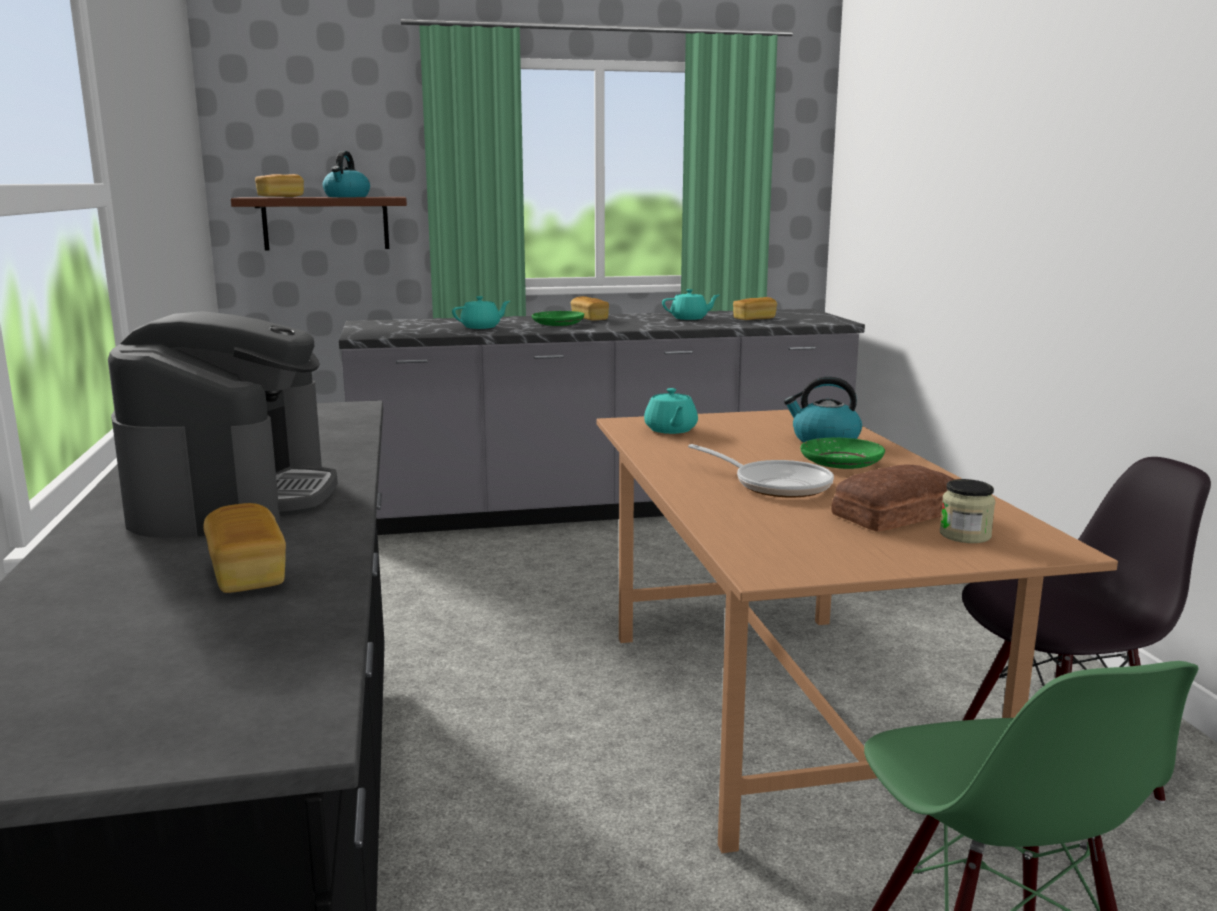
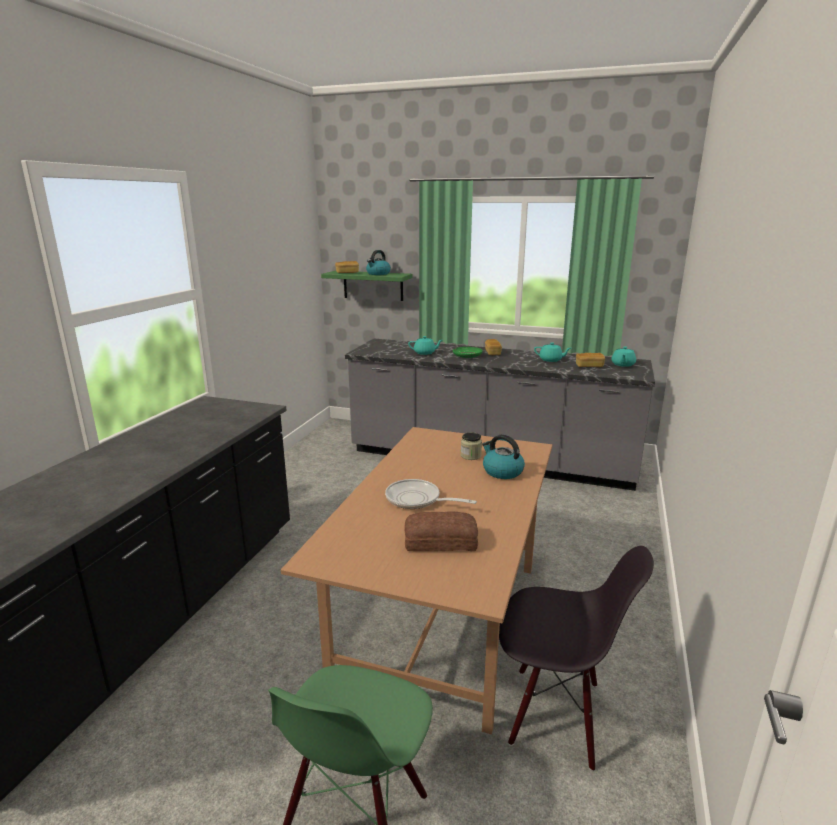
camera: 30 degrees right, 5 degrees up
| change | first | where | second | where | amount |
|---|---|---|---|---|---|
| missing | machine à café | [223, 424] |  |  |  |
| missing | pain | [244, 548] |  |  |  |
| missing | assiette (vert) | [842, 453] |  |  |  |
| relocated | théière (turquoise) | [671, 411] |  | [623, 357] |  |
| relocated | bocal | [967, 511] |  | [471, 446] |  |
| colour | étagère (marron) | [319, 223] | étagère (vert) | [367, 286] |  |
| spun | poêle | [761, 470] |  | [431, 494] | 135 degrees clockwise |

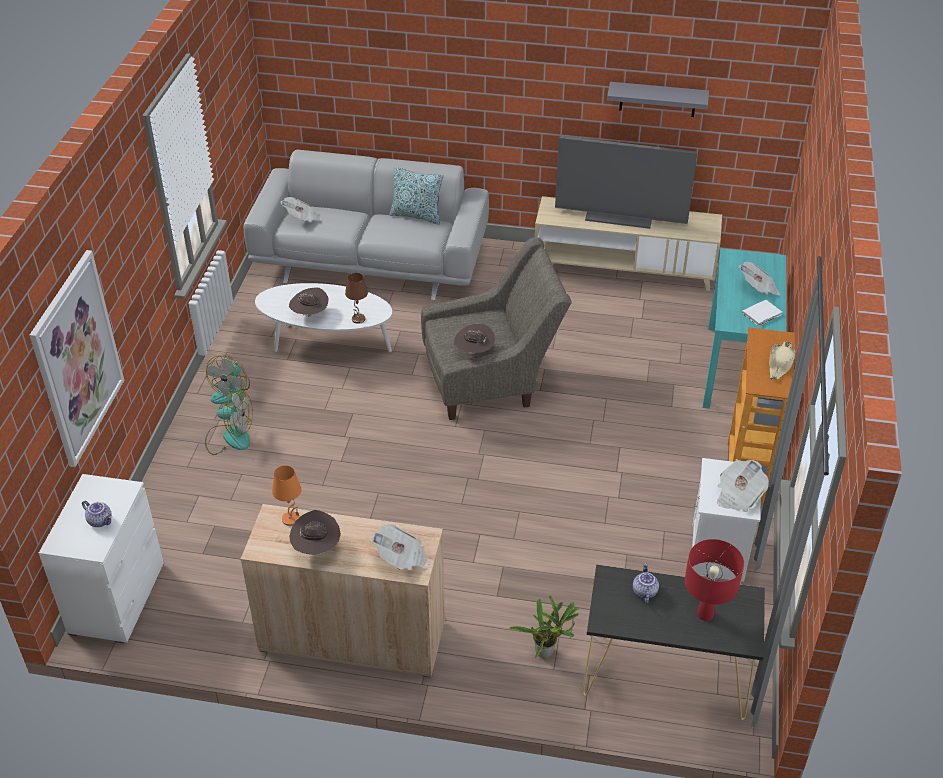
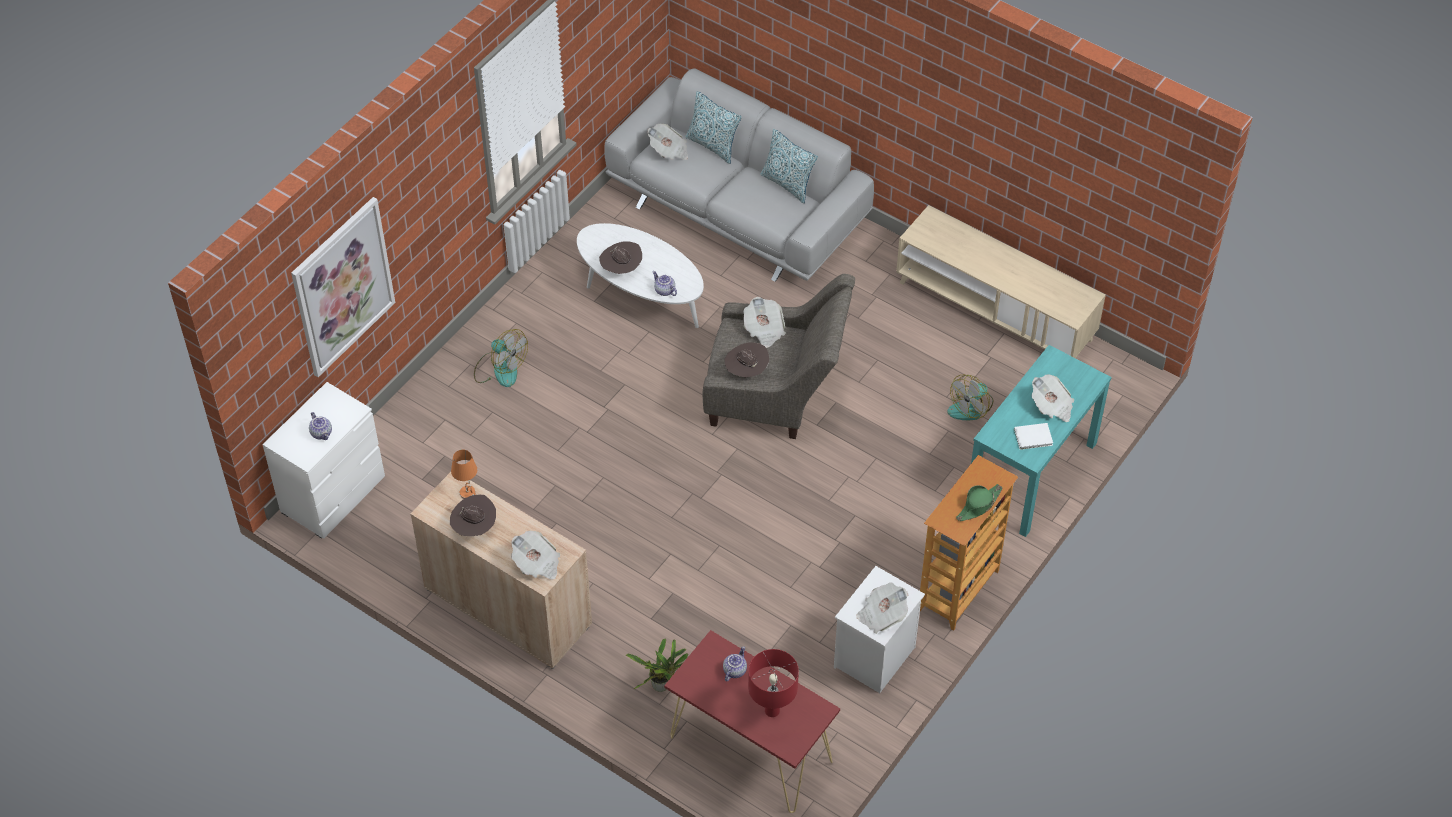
camera: 25 degrees right, 10 degrees up
| change | first | where | second | where | amount |
|---|---|---|---|---|---|
| missing | téléviseur | [626, 182] |  |  |  |
| missing | étagère (gris) | [658, 99] |  |  |  |
| appeared |  |  | coussin | [713, 127] |  |
| appeared |  |  | journal | [764, 322] |  |
| relocated | ventilateur | [228, 380] |  | [970, 397] |  |
| exchanged | lampe de table (marron) | [356, 298] | théière | [665, 283] |  |
| colour | table console (noir) | [673, 642] | table console (rouge) | [752, 721] |  |
| colour | chapeau (beige) | [782, 360] | chapeau (vert) | [979, 502] |  |

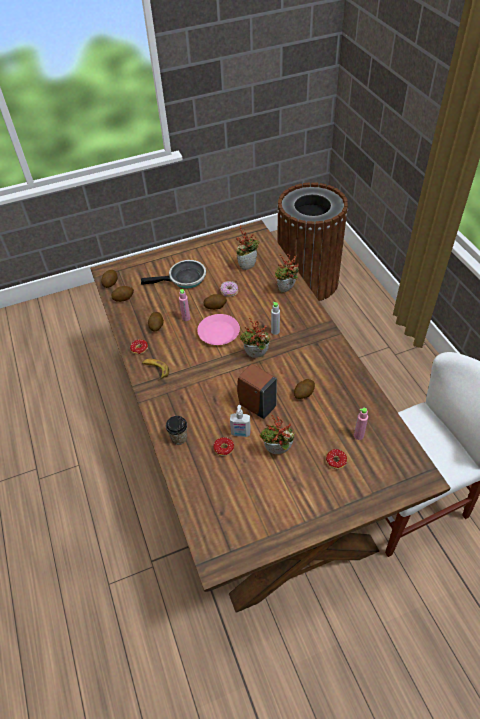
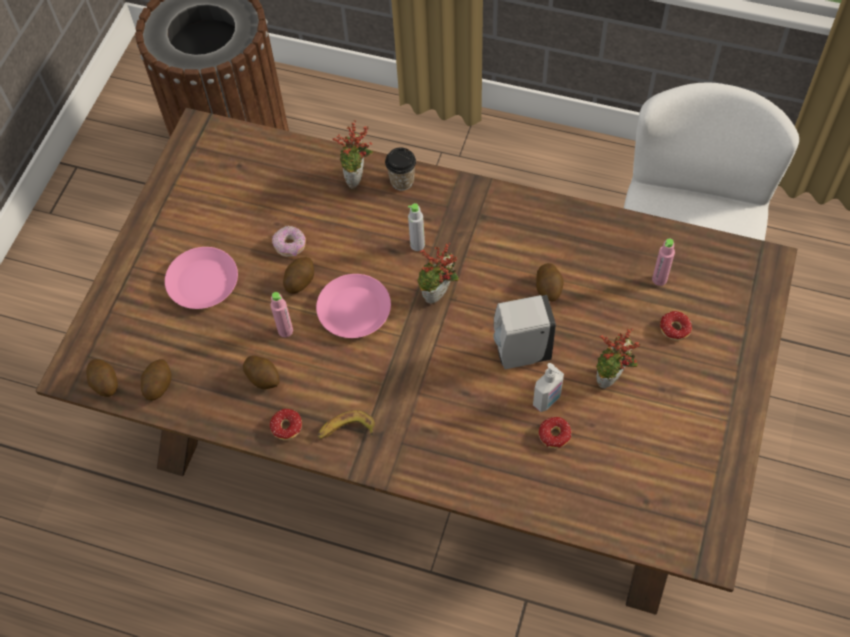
camera: 50 degrees left, 10 degrees up
| change | first | where | second | where | amount |
|---|---|---|---|---|---|
| missing | plante en pot | [247, 248] |  |  |  |
| relocated | tasse | [176, 430] |  | [400, 169] |  |
| exchanged | poêle | [173, 274] | assiette (rose) | [201, 278] |  |
| colour | distributeur de savon (marron) | [257, 391] | distributeur de savon (blanc) | [524, 332] |  |

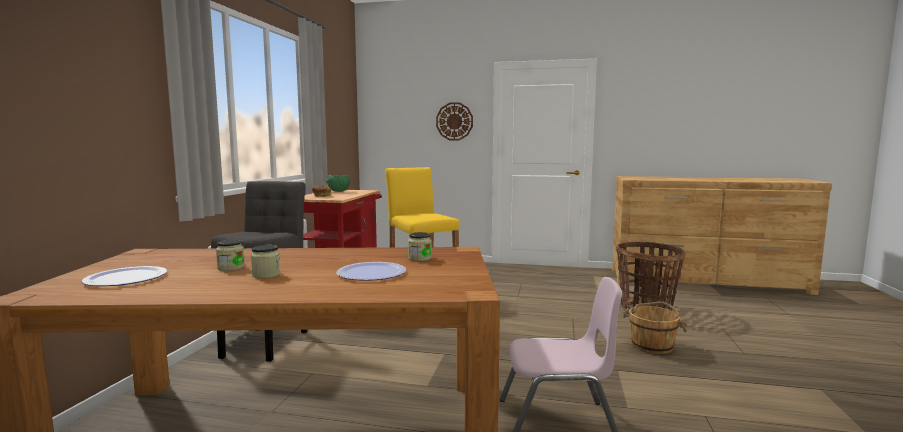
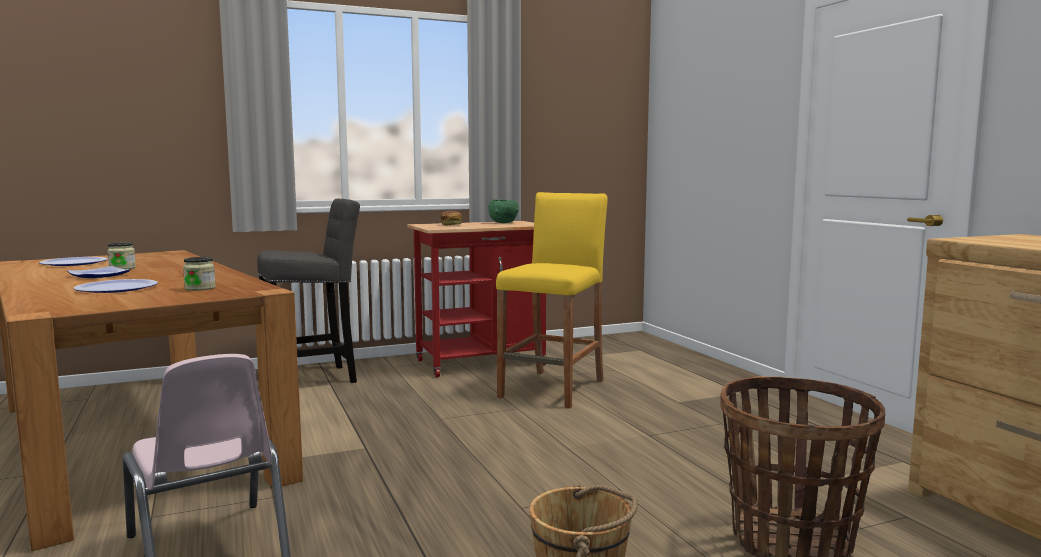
camera: 55 degrees right, 0 degrees up
| change | first | where | second | where | amount |
|---|---|---|---|---|---|
| missing | horloge murale | [454, 121] |  |  |  |
| exchanged | bocal | [266, 262] | assiette | [98, 272] |  |

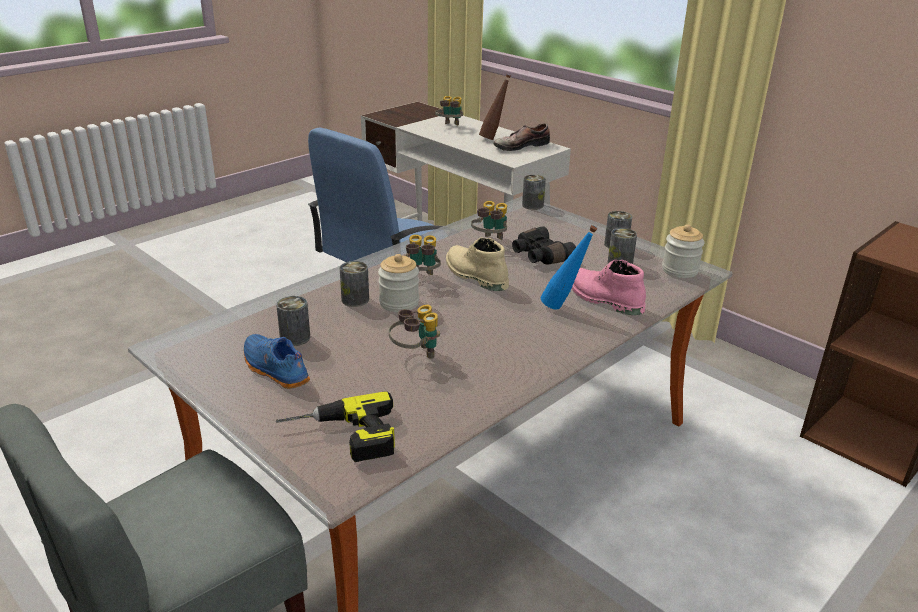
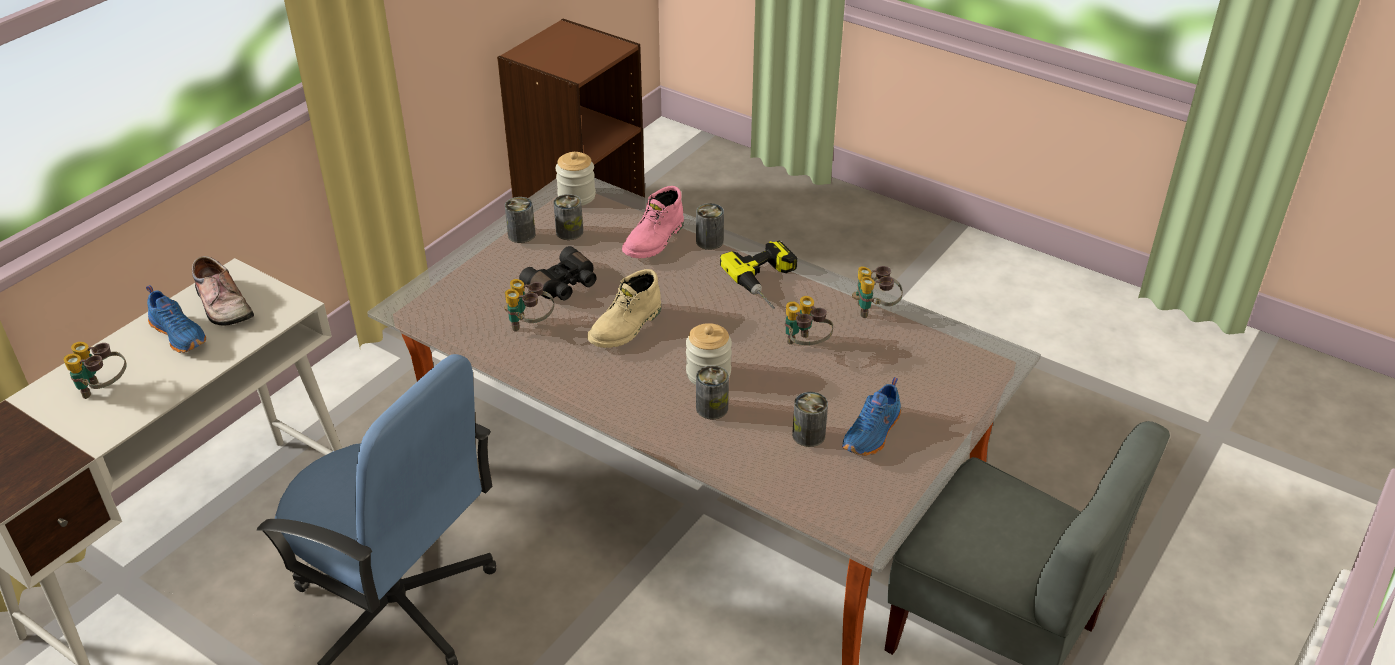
camera: 100 degrees left, 10 degrees up
| change | first | where | second | where | amount |
|---|---|---|---|---|---|
| missing | bouteille (bleu) | [569, 267] |  |  |  |
| relocated | perceuse | [335, 426] |  | [758, 275] |  |
| relocated | jumelles | [423, 254] |  | [877, 292] |  |
| relocated | boîte métallique | [534, 192] |  | [710, 226] |  |
| exchanged | bouteille (marron) | [495, 107] | chaussure (bleu) | [176, 319] |  |

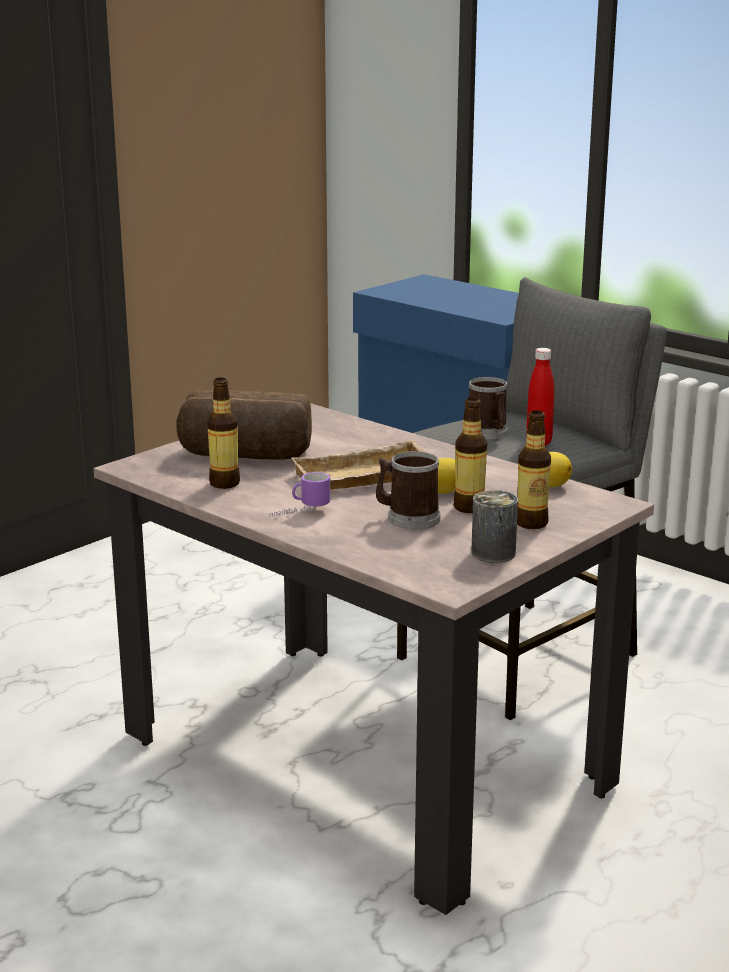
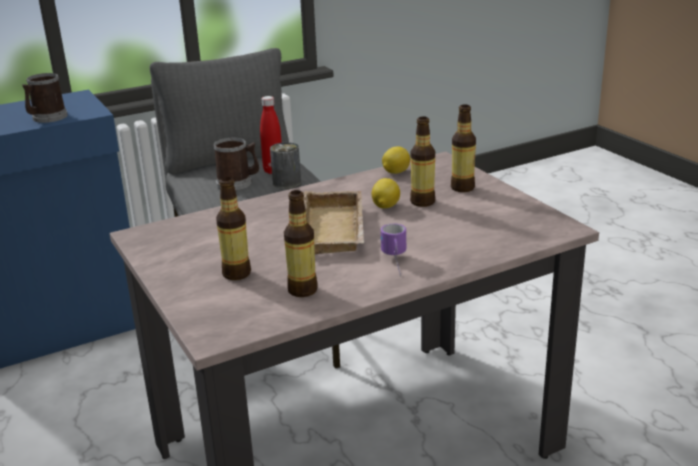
camera: 70 degrees left, 5 degrees up
| change | first | where | second | where | amount |
|---|---|---|---|---|---|
| relocated | mug | [408, 490] |  | [45, 98] |  |
| relocated | boîte métallique | [494, 526] |  | [285, 165] |  |
| exchanged | pain | [244, 424] | bouteille | [233, 228] |  |

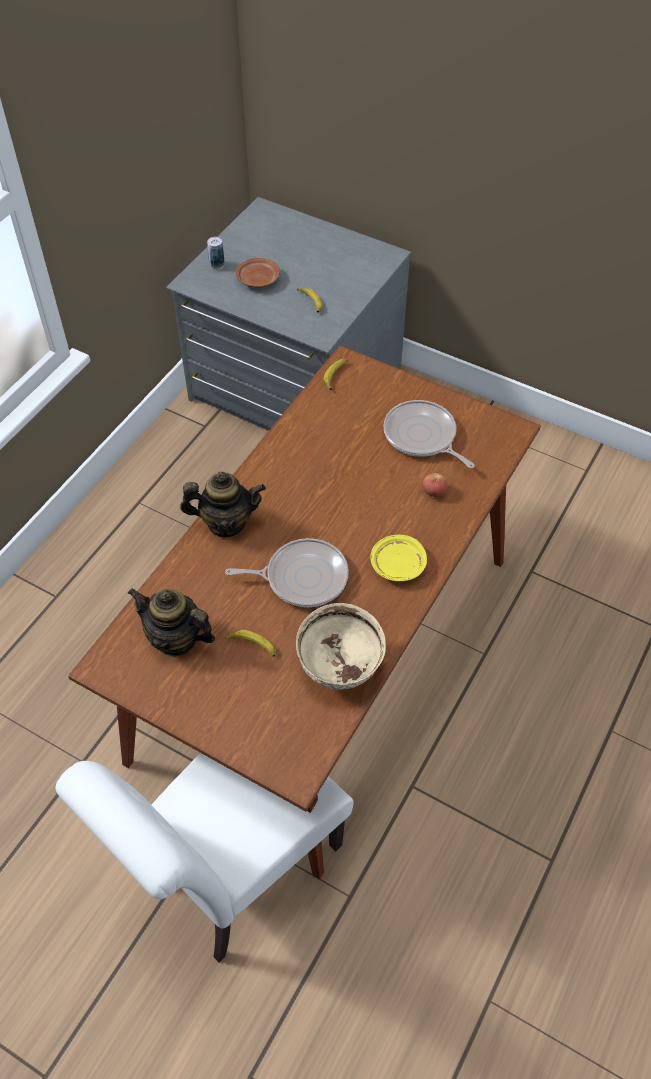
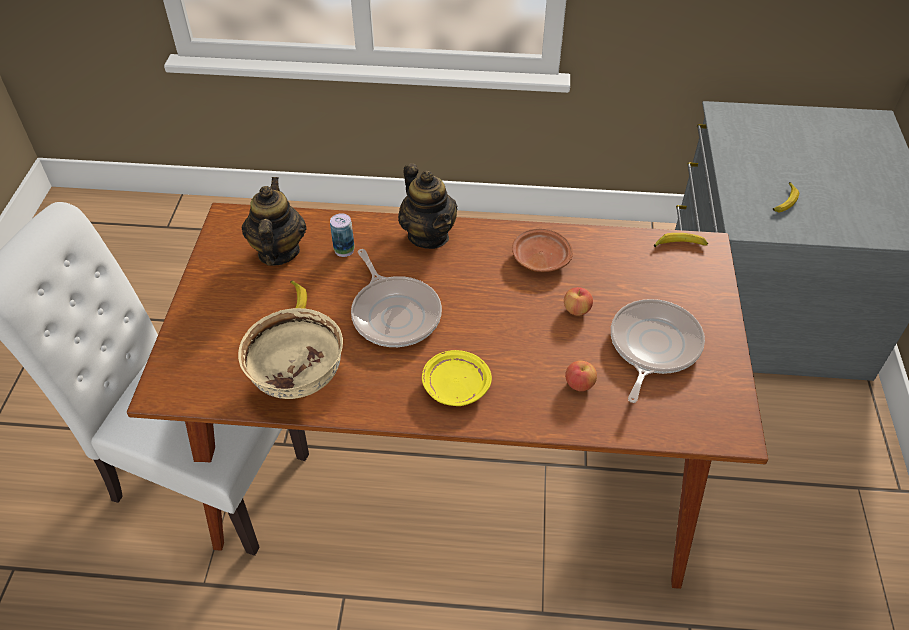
camera: 65 degrees right, 5 degrees down
| change | first | where | second | where | amount |
|---|---|---|---|---|---|
| appeared |  |  | pomme | [578, 301] |  |
| relocated | boîte métallique | [216, 253] |  | [342, 235] |  |
| relocated | assiette (marron) | [258, 273] |  | [542, 250] |  |

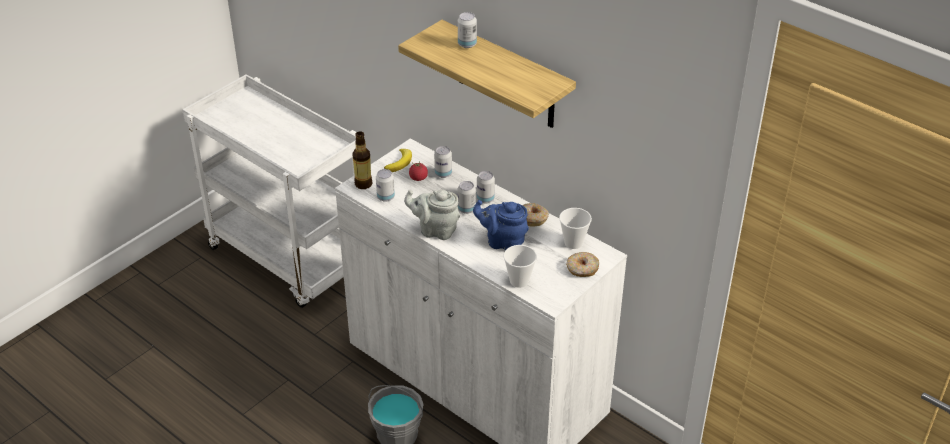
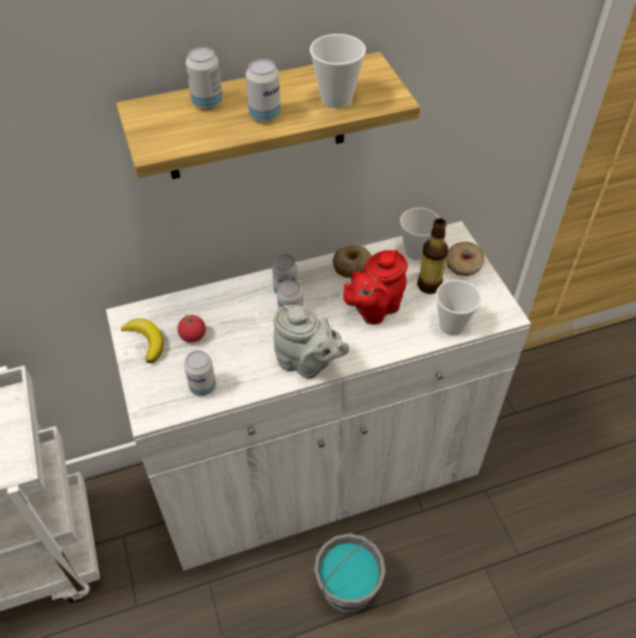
camera: 60 degrees left, 10 degrees up
| change | first | where | second | where | amount |
|---|---|---|---|---|---|
| appeared |  |  | tasse | [338, 71] |  |
| relocated | bouteille | [362, 160] |  | [432, 256] |  |
| relocated | boîte métallique | [443, 162] |  | [263, 90] |  |
| colour | théière (bleu) | [501, 225] | théière (rouge) | [376, 287] |  |
| spun | théière (gris) | [432, 215] |  | [311, 341] | 105 degrees counterclockwise |

